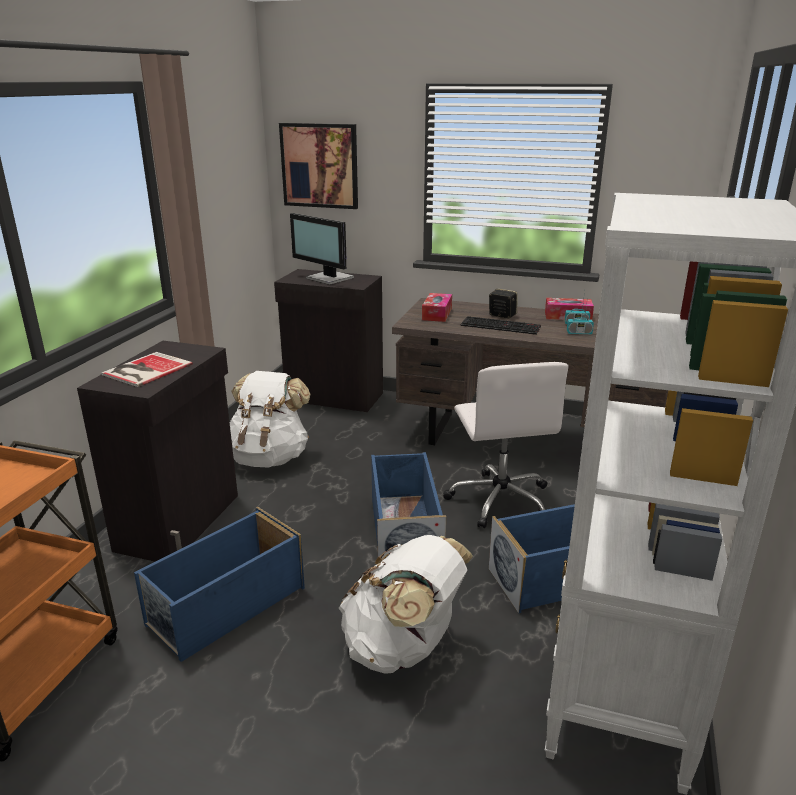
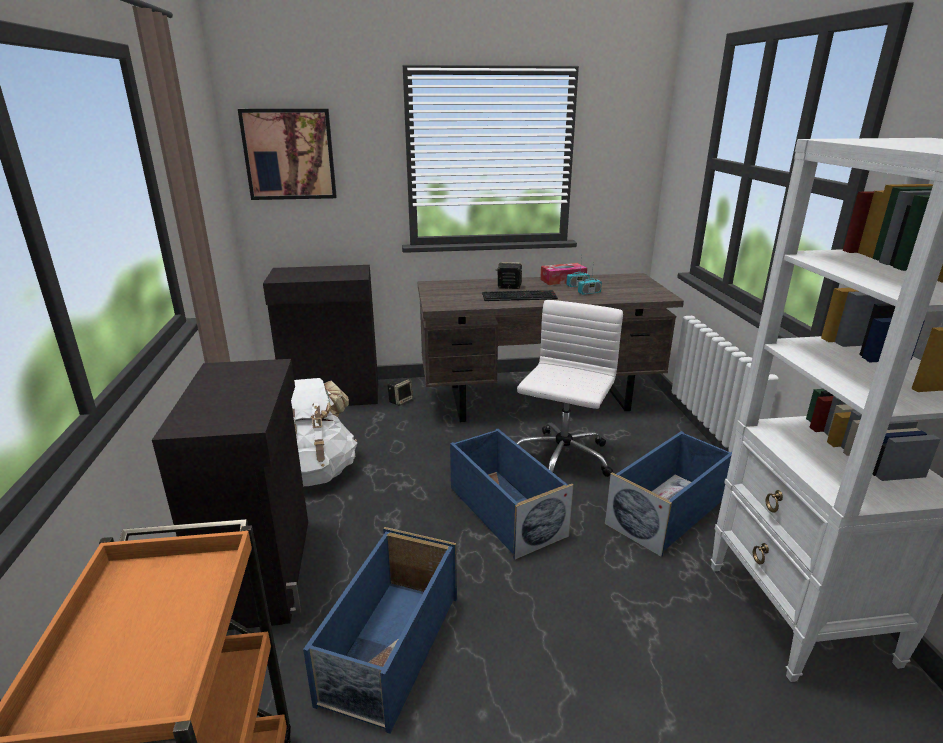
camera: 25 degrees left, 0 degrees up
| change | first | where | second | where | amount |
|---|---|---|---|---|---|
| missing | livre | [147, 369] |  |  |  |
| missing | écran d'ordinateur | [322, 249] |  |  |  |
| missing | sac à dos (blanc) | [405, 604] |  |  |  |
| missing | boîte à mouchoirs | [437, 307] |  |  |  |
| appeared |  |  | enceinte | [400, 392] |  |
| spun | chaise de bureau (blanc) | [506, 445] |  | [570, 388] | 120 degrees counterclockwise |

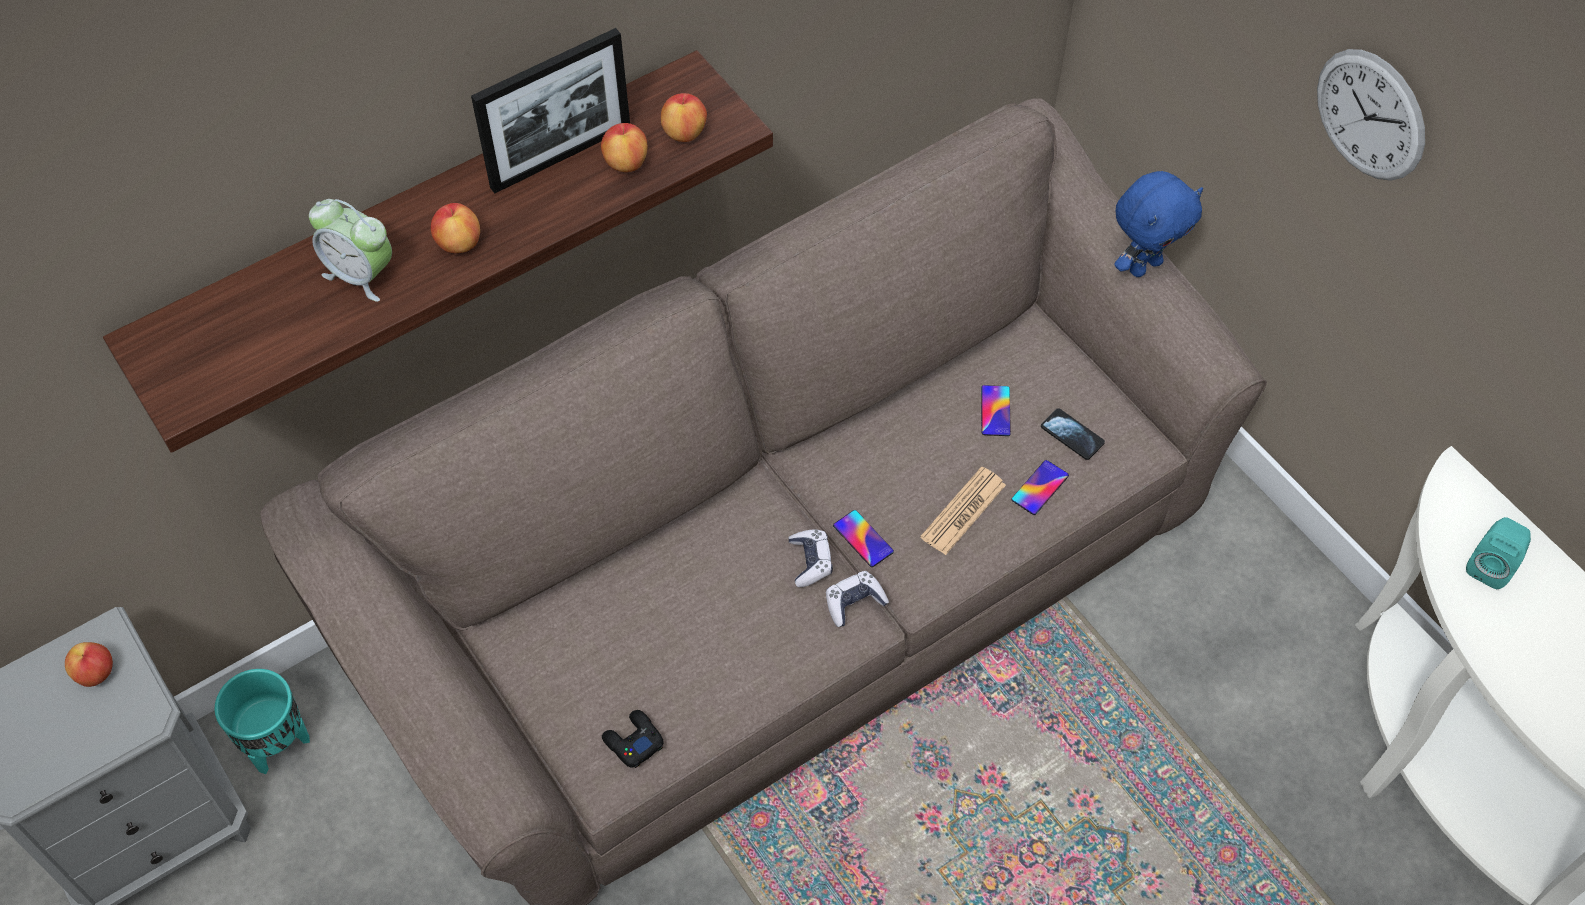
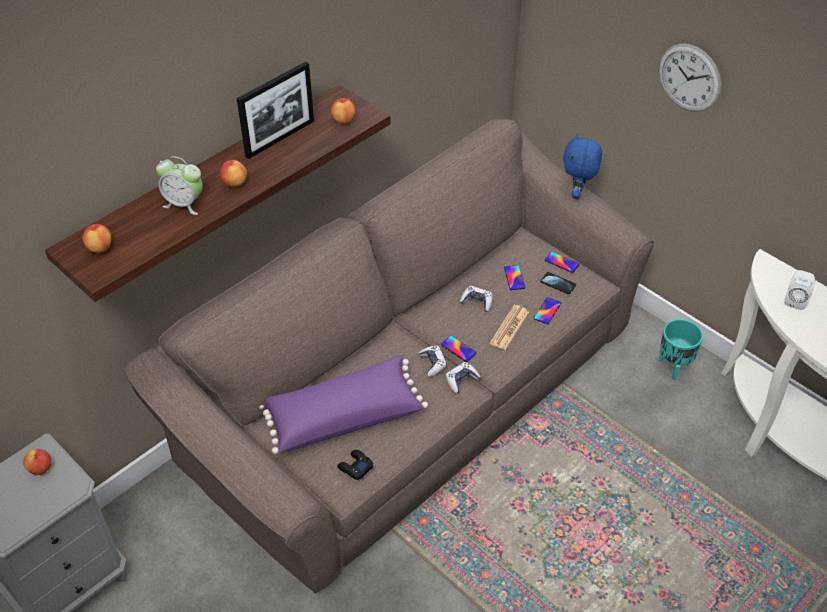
camera: 10 degrees left, 10 degrees down
| change | first | where | second | where | amount |
|---|---|---|---|---|---|
| appeared |  |  | coussin (violet) | [343, 404] |  |
| appeared |  |  | manette | [476, 299] |  |
| appeared |  |  | téléphone | [562, 262] |  |
| relocated | cache-pot (turquoise) | [262, 721] |  | [680, 349] |  |
| relocated | pomme | [624, 147] |  | [96, 238] |  |
| colour | enceinte (turquoise) | [1498, 553] | enceinte (blanc) | [799, 290] |  |
| spun | peluche (bleu) | [1158, 224] |  | [582, 166] | 150 degrees clockwise |

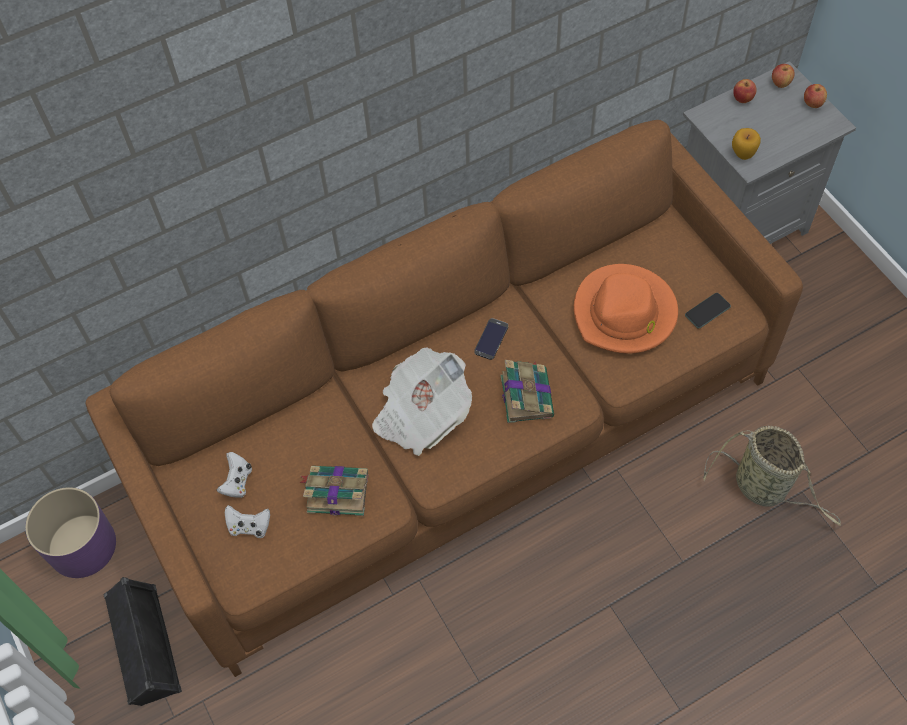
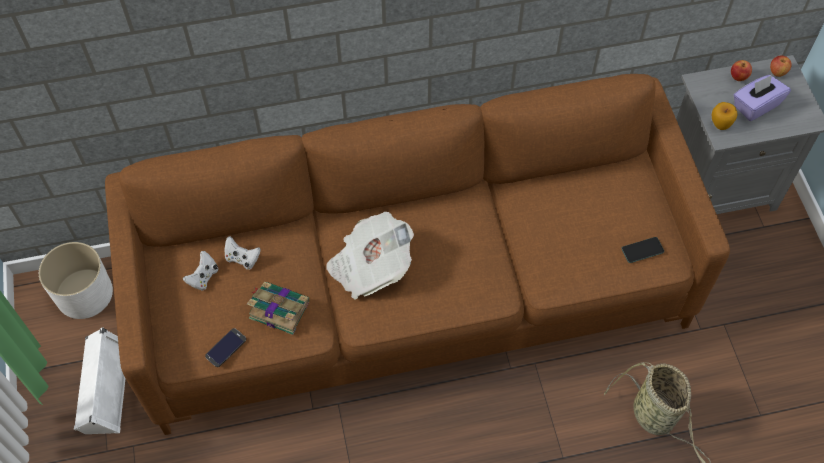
camera: 15 degrees right, 0 degrees up
| change | first | where | second | where | amount |
|---|---|---|---|---|---|
| missing | livre | [527, 391] |  |  |  |
| missing | chapeau (orange) | [626, 309] |  |  |  |
| missing | pomme | [815, 96] |  |  |  |
| appeared |  |  | boîte à mouchoirs (violet) | [762, 98] |  |
| relocated | manette (blanc) | [247, 521] |  | [242, 253] |  |
| relocated | téléphone | [491, 339] |  | [225, 347] |  |
| colour | cache-pot (violet) | [70, 532] | cache-pot (blanc) | [76, 280] |  |
| colour | enceinte (noir) | [143, 641] | enceinte (blanc) | [99, 380] |  |

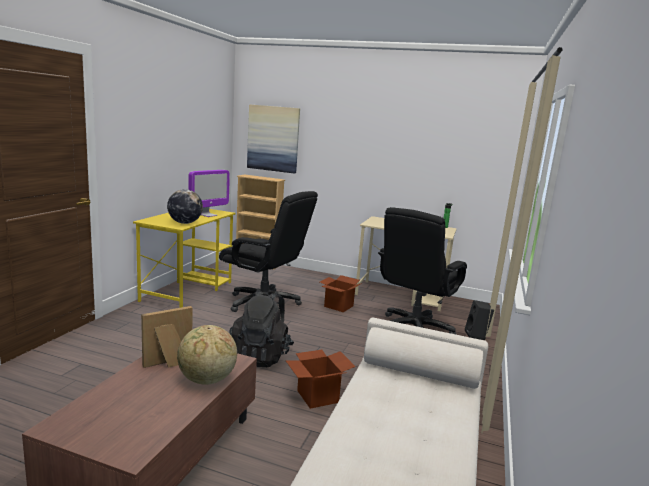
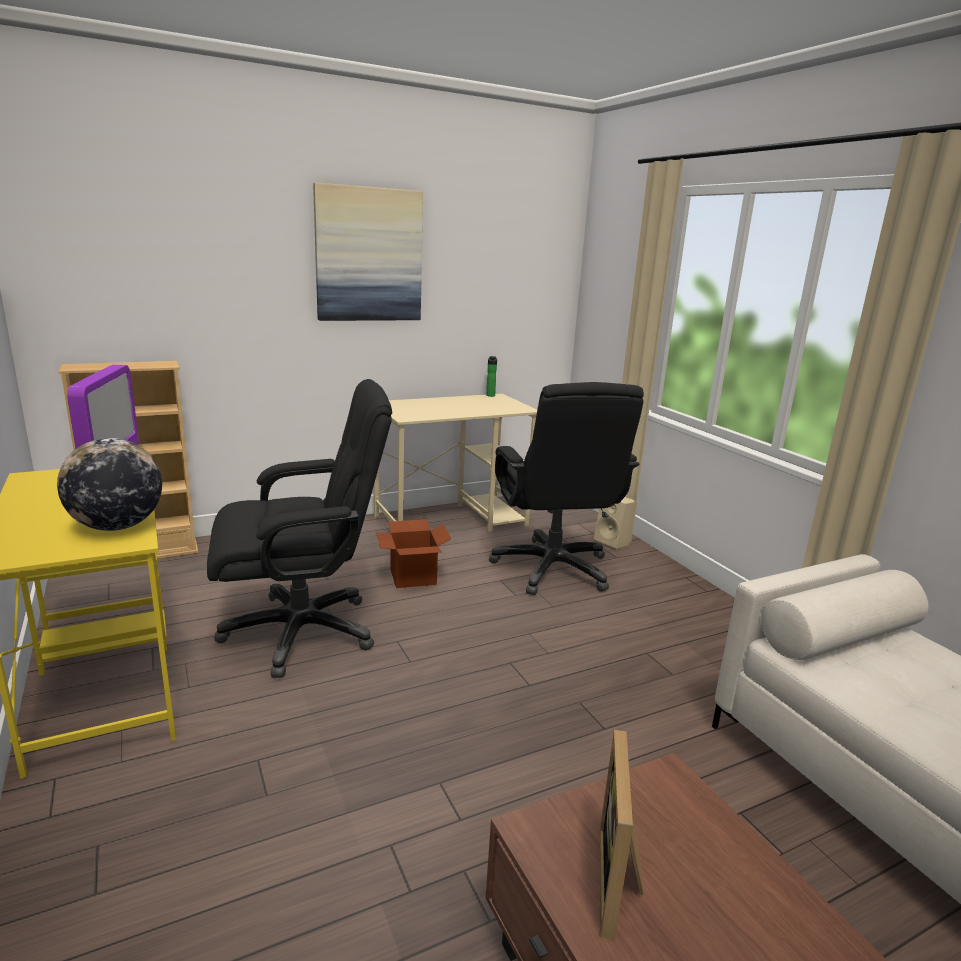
camera: 45 degrees left, 5 degrees up
| change | first | where | second | where | amount |
|---|---|---|---|---|---|
| missing | globe | [207, 355] |  |  |  |
| missing | sac à dos (noir) | [261, 328] |  |  |  |
| missing | carton | [321, 379] |  |  |  |
| relocated | tableau | [273, 139] |  | [368, 252] |  |
| colour | enceinte (noir) | [479, 320] | enceinte (beige) | [616, 524] |  |

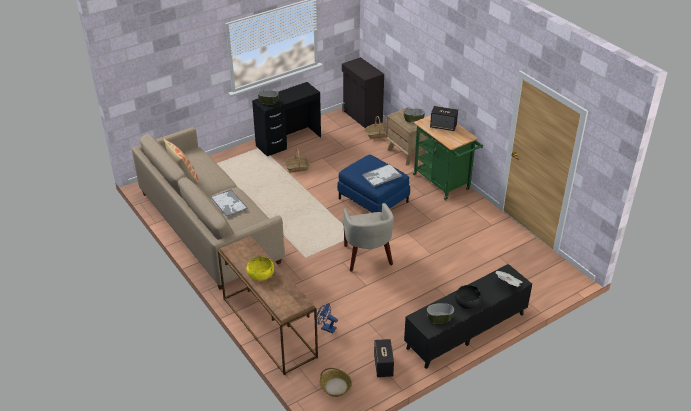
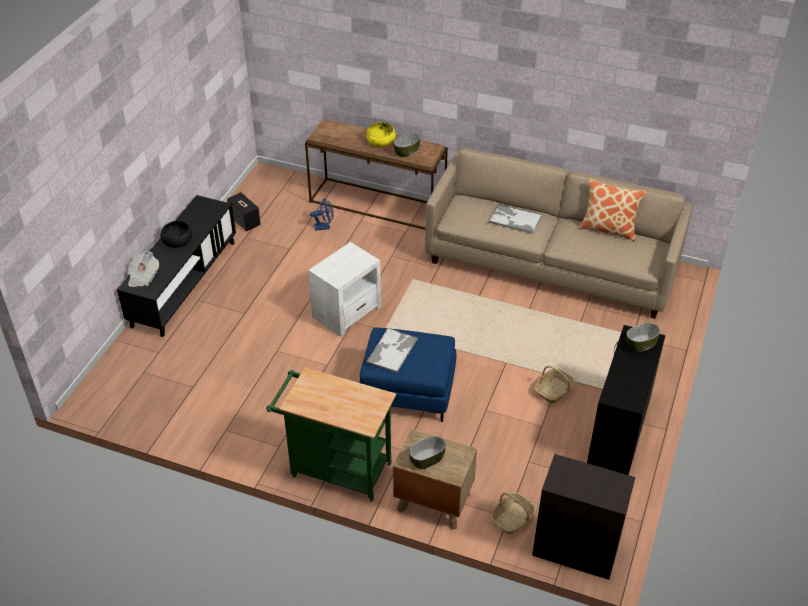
camera: 145 degrees right, 5 degrees up
| change | first | where | second | where | amount |
|---|---|---|---|---|---|
| missing | panier | [336, 382] |  |  |  |
| missing | enceinte | [444, 118] |  |  |  |
| relocated | bol | [440, 313] |  | [406, 145] |  |
| exchanged | fauteuil (beige) | [368, 237] | table d'appoint (blanc) | [344, 289] |  |

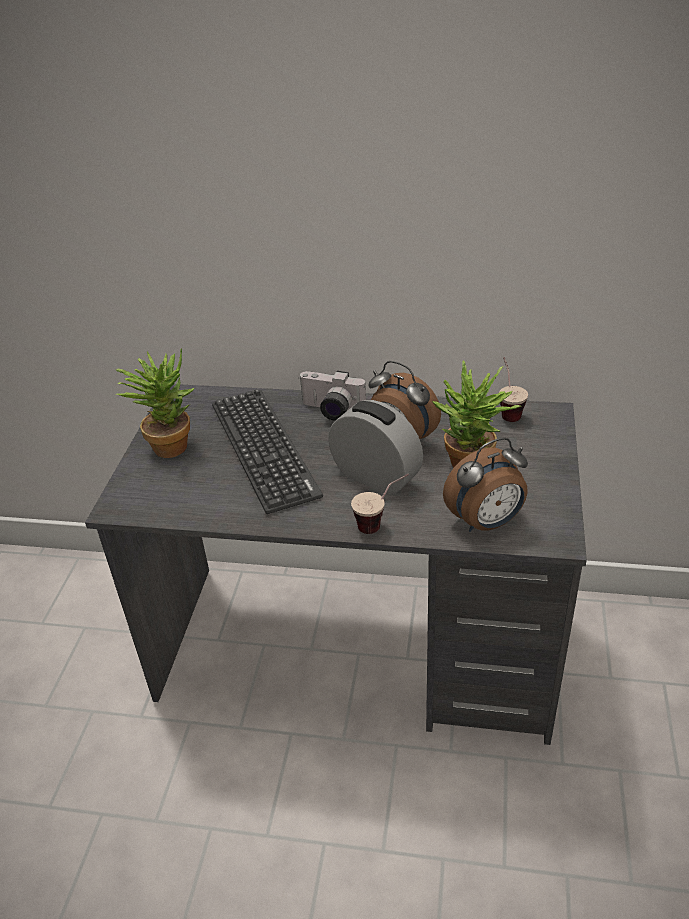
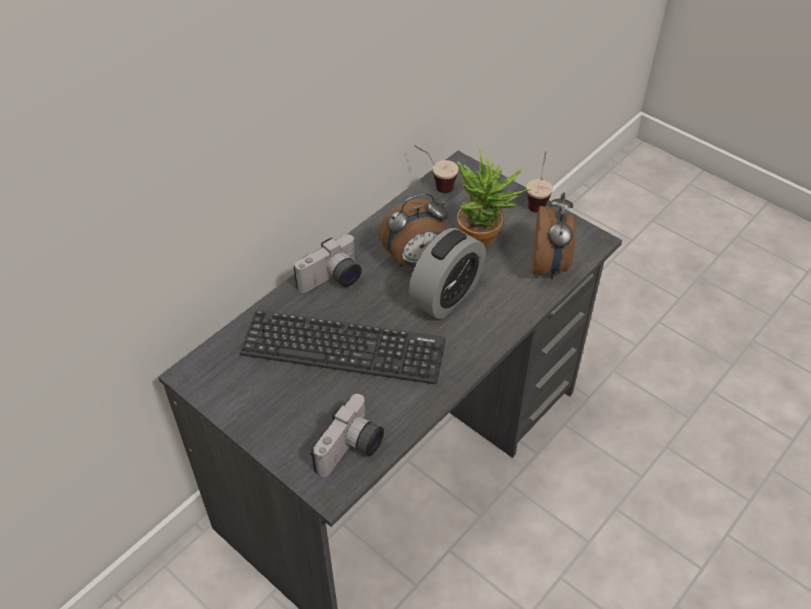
camera: 60 degrees left, 10 degrees up
| change | first | where | second | where | amount |
|---|---|---|---|---|---|
| missing | plante en pot | [154, 403] |  |  |  |
| appeared |  |  | appareil photo | [347, 435] |  |
| relocated | tasse | [380, 504] |  | [539, 182] |  |
| spun | réveil | [375, 447] |  | [447, 273] | 150 degrees clockwise |

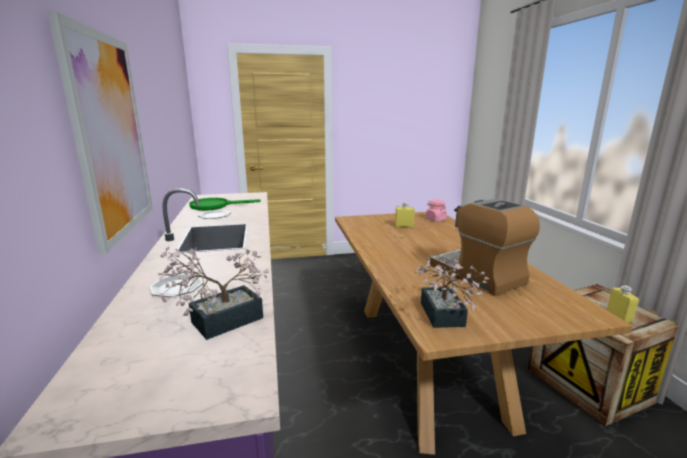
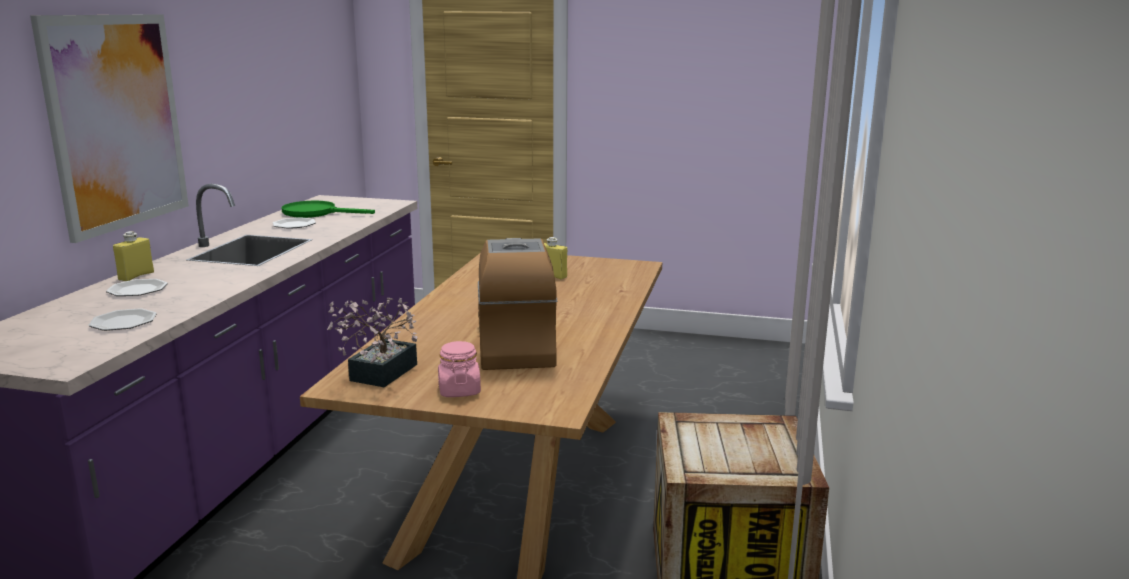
camera: 25 degrees right, 0 degrees up
| change | first | where | second | where | amount |
|---|---|---|---|---|---|
| relocated | bocal (rose) | [436, 211] |  | [459, 369] |  |
| relocated | bouteille (jaune) | [623, 304] |  | [133, 256] |  |
| exchanged | plante en pot | [213, 293] | assiette | [122, 319] |  |

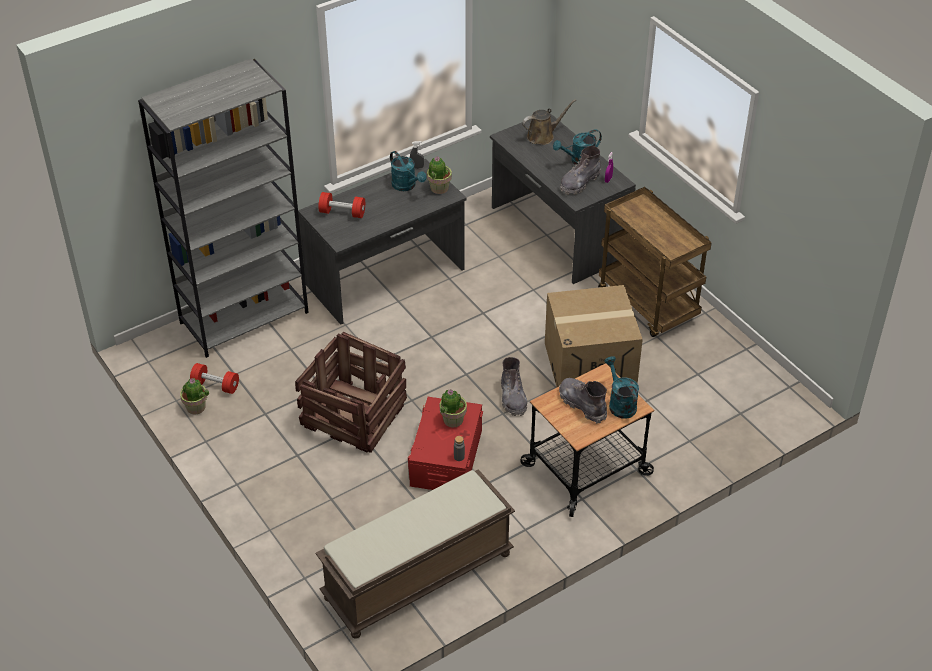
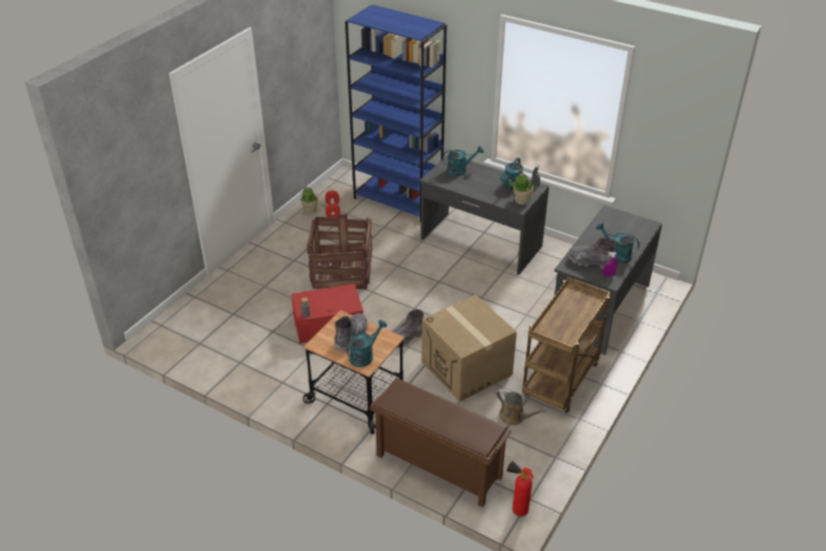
camera: 65 degrees right, 5 degrees down
| change | first | where | second | where | amount |
|---|---|---|---|---|---|
| missing | banc (marron) | [415, 554] |  |  |  |
| missing | plante en pot | [453, 408] |  |  |  |
| appeared |  |  | étagère à chaussures (marron) | [440, 442] |  |
| appeared |  |  | extincteur | [520, 488] |  |
| relocated | arrosoir (marron) | [549, 122] |  | [520, 407] |  |
| exchanged | haltère (rouge) | [342, 205] | arrosoir (turquoise) | [463, 161] |  |
| colour | bibliothèque (gris) | [223, 208] | bibliothèque (bleu) | [396, 114] |  |

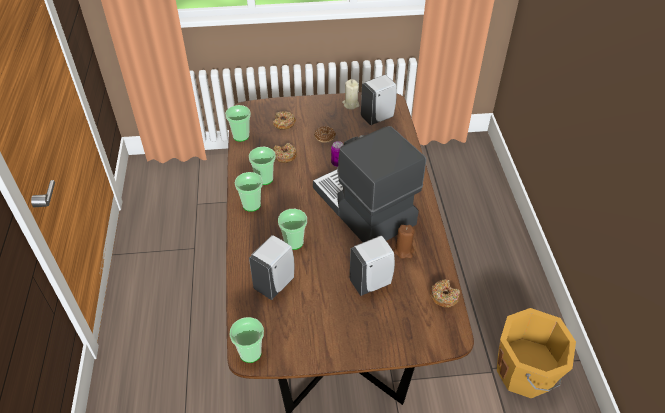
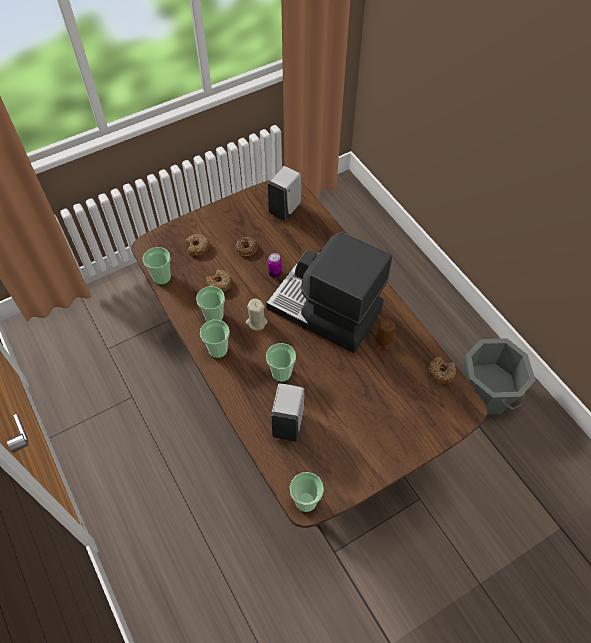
camera: 25 degrees left, 10 degrees up
| change | first | where | second | where | amount |
|---|---|---|---|---|---|
| missing | distributeur de savon (blanc) | [372, 266] |  |  |  |
| relocated | bougie (beige) | [351, 94] |  | [257, 314] |  |
| colour | seau (orange) | [536, 353] | seau (gris) | [498, 376] |  |

